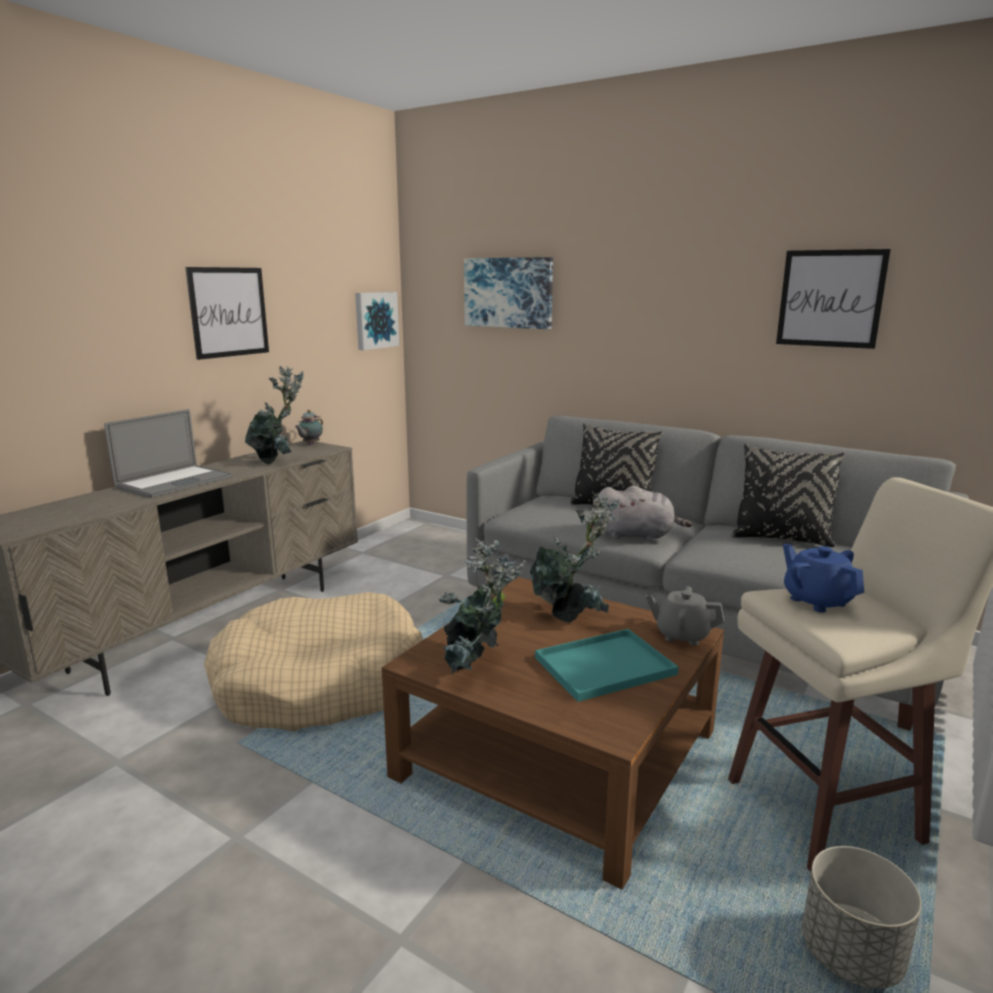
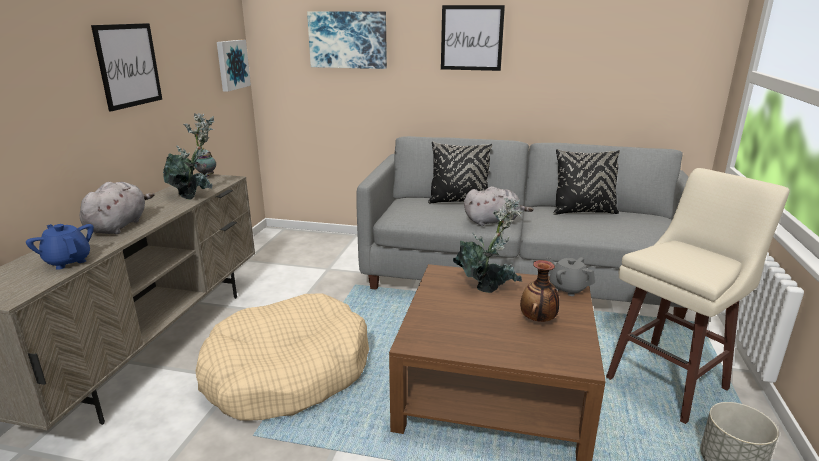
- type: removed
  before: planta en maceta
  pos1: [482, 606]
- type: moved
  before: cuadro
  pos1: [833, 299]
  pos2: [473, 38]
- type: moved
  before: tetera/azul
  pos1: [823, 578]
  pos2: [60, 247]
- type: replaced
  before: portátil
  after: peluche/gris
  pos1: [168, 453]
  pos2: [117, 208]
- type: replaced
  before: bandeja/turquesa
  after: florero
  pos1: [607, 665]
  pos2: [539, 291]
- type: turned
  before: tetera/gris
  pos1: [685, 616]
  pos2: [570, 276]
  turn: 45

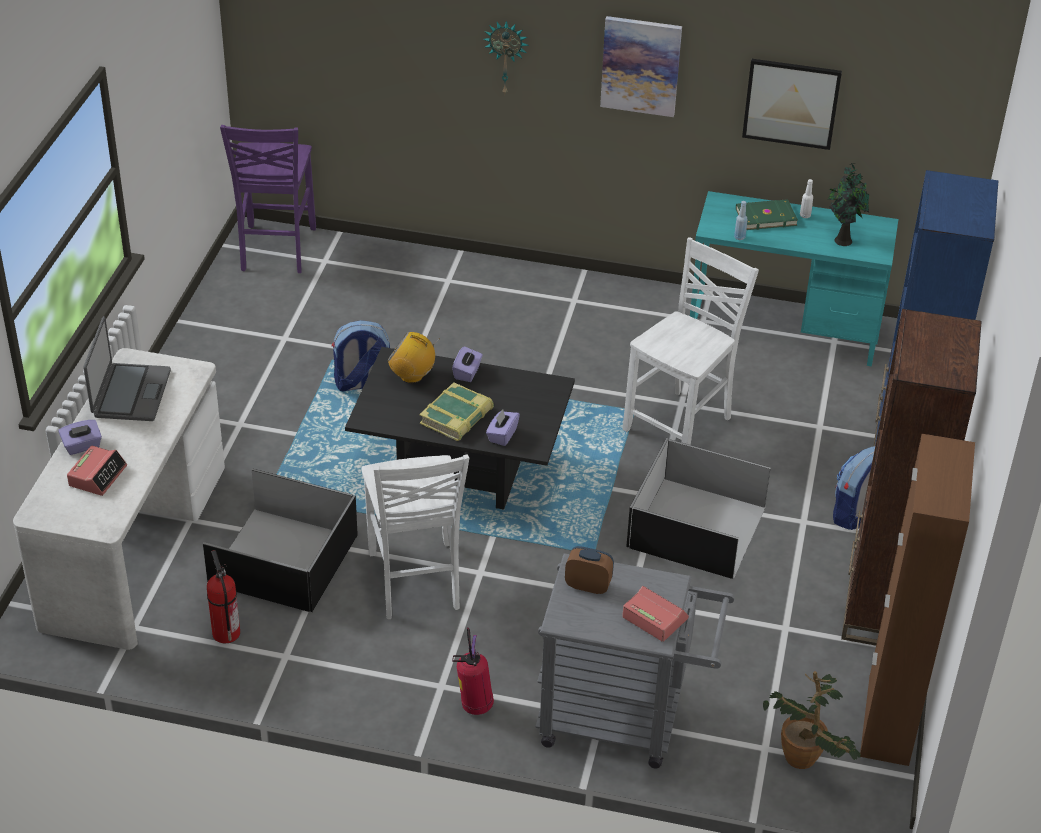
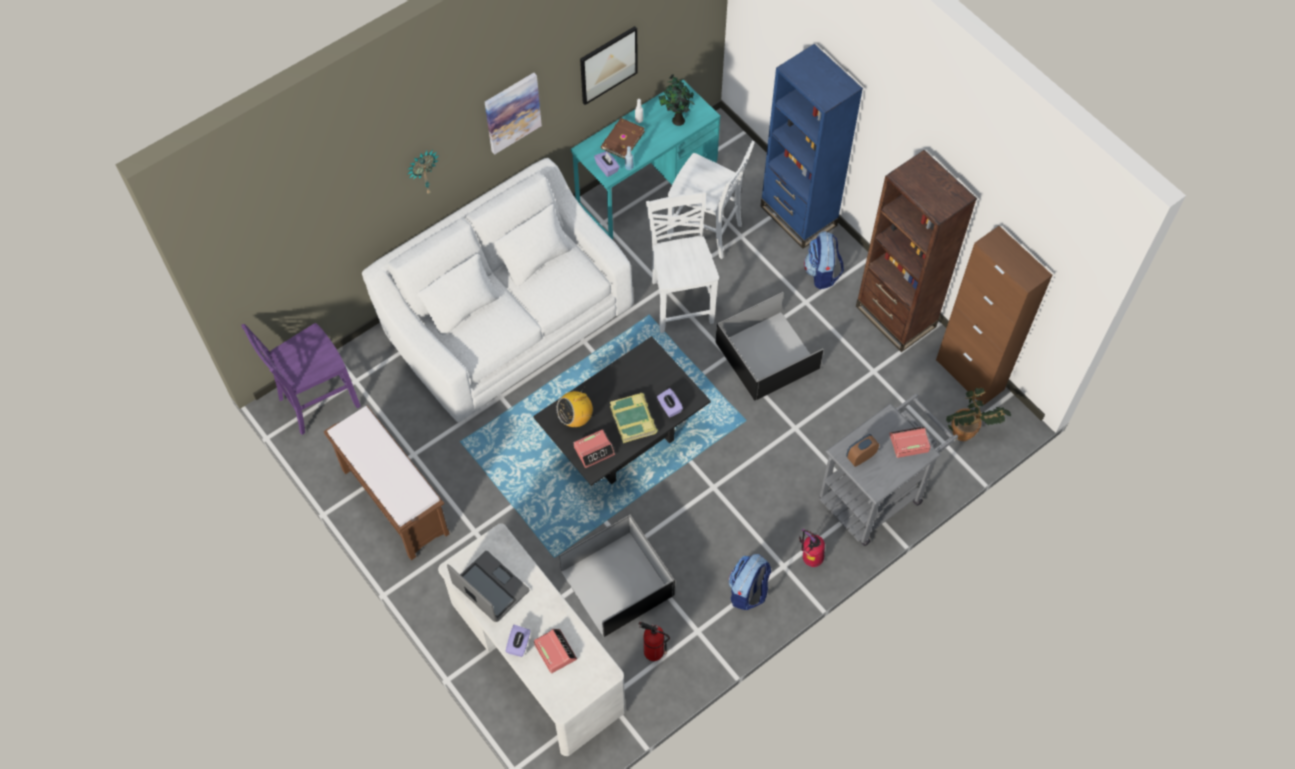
- type: added
  after: banco/marrón
  pos2: [387, 483]
- type: added
  after: sofá/blanco
  pos2: [497, 290]
- type: added
  after: despertador
  pos2: [594, 449]
- type: moved
  before: mochila
  pos1: [361, 355]
  pos2: [749, 582]
- type: moved
  before: silla/blanco
  pos1: [415, 536]
  pos2: [711, 200]
- type: moved
  before: caja de pañuelos/morado
  pos1: [467, 364]
  pos2: [607, 164]
- type: recoloured
  before: libro/verde
  after: libro/marrón
  pos1: [767, 214]
  pos2: [623, 138]
- type: turned
  before: silla/morado
  pos1: [268, 199]
  pos2: [301, 379]
  turn: 105

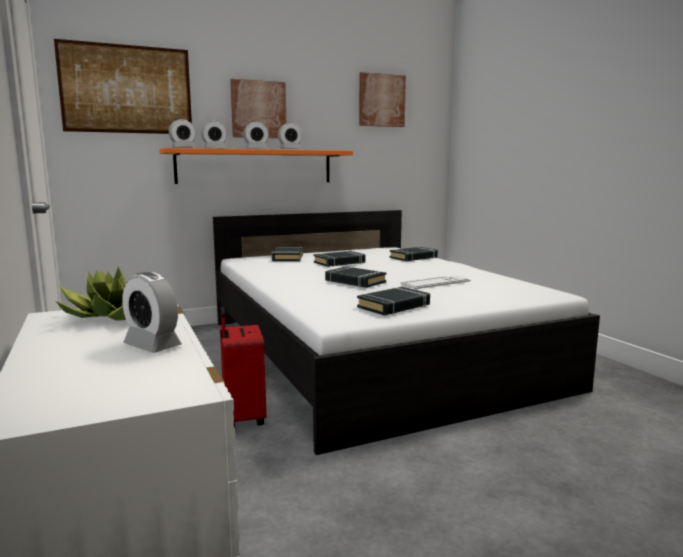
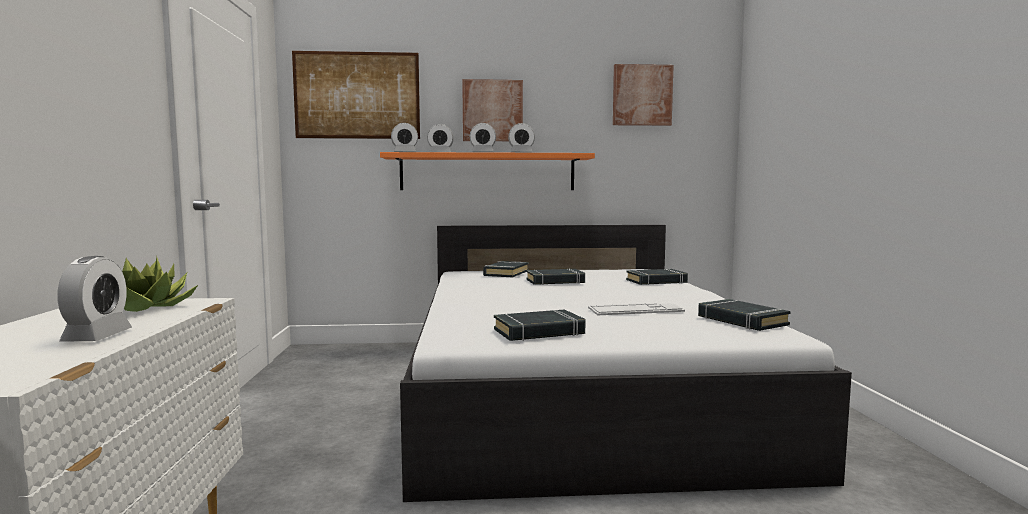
- type: removed
  before: maleta/rojo
  pos1: [243, 367]
- type: moved
  before: libro/negro
  pos1: [355, 277]
  pos2: [744, 315]
- type: turned
  before: despertador
  pos1: [152, 312]
  pos2: [94, 299]
  turn: -150

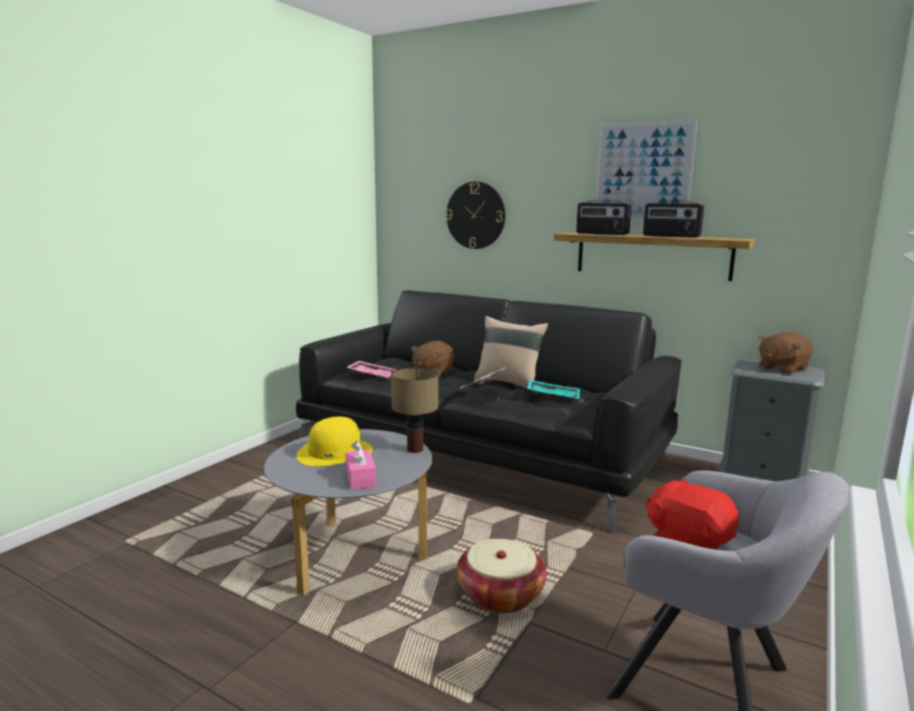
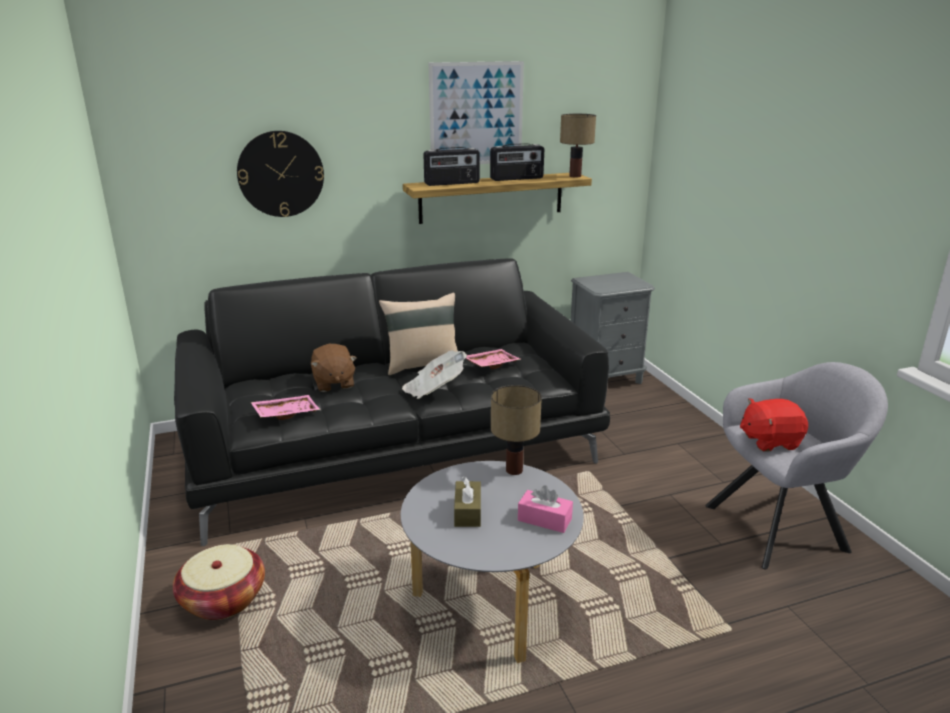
- type: removed
  before: peluche/marrón
  pos1: [785, 353]
- type: added
  after: lámpara de mesa
  pos2: [578, 146]
- type: moved
  before: cesta
  pos1: [501, 576]
  pos2: [219, 582]
- type: replaced
  before: sombrero/amarillo
  after: caja de pañuelos/marrón
  pos1: [334, 441]
  pos2: [467, 502]
- type: recoloured
  before: bandeja/turquesa
  after: bandeja/rosa
  pos1: [553, 390]
  pos2: [493, 359]

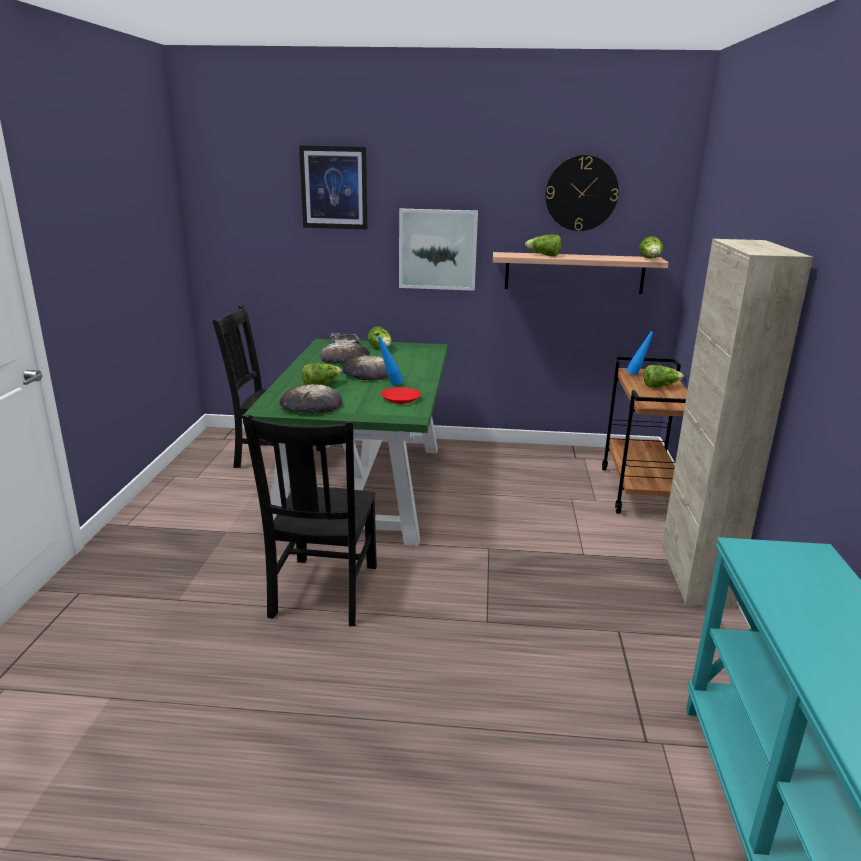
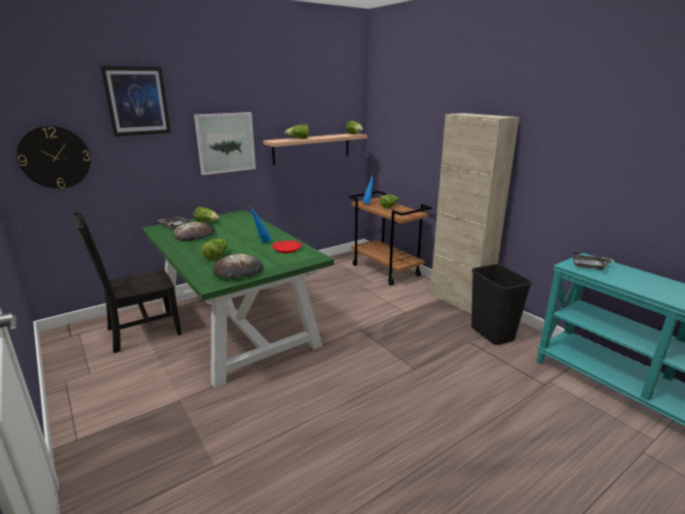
- type: removed
  before: silla/negro
  pos1: [309, 520]
- type: removed
  before: pan
  pos1: [365, 367]
- type: added
  after: papelera/negro
  pos2: [501, 304]
- type: added
  after: bandeja/gris
  pos2: [593, 260]
- type: moved
  before: reloj de pared
  pos1: [582, 193]
  pos2: [54, 157]

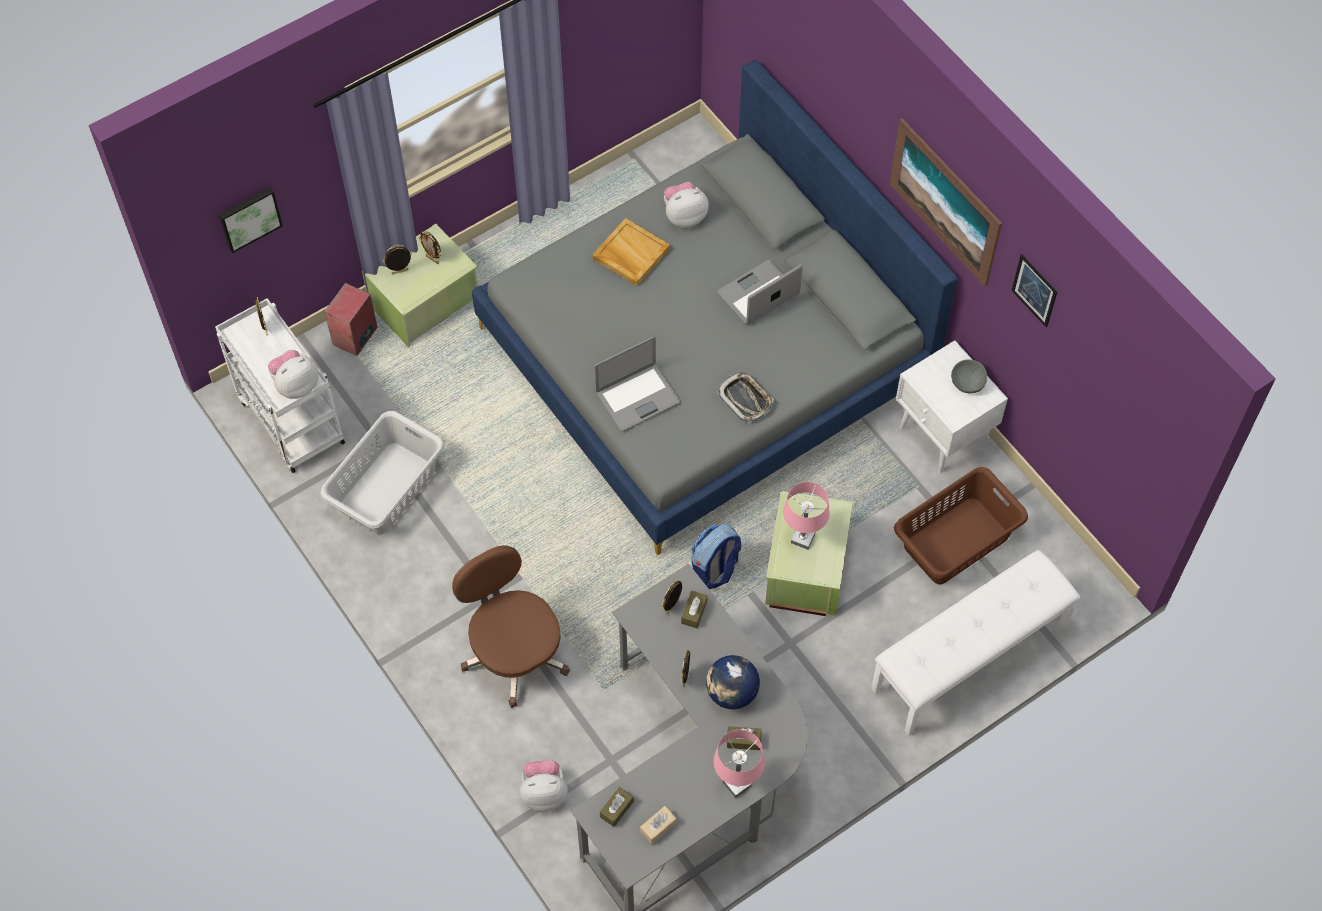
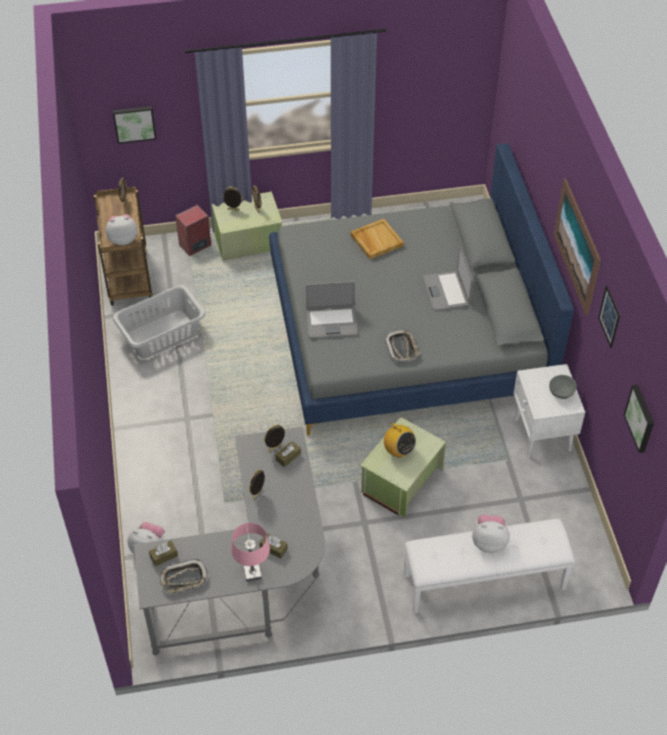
- type: removed
  before: silla de oficina/marrón
  pos1: [511, 626]
- type: removed
  before: mochila
  pos1: [716, 556]
- type: removed
  before: globo terráqueo
  pos1: [733, 682]
- type: removed
  before: cesto de la ropa/marrón
  pos1: [961, 525]
- type: added
  after: cuadro
  pos2: [639, 419]
- type: moved
  before: peluche
  pos1: [686, 205]
  pos2: [491, 533]
- type: replaced
  before: caja de pañuelos/beis
  after: bandeja
  pos1: [658, 825]
  pos2: [184, 576]
- type: replaced
  before: lámpara de mesa/rosa
  after: radio
  pos1: [806, 516]
  pos2: [399, 440]
- type: recoloured
  before: carrito/blanco
  after: carrito/marrón
  pos1: [280, 385]
  pos2: [123, 246]
- type: turned
  before: portátil
  pos1: [760, 292]
  pos2: [448, 278]
  turn: -90

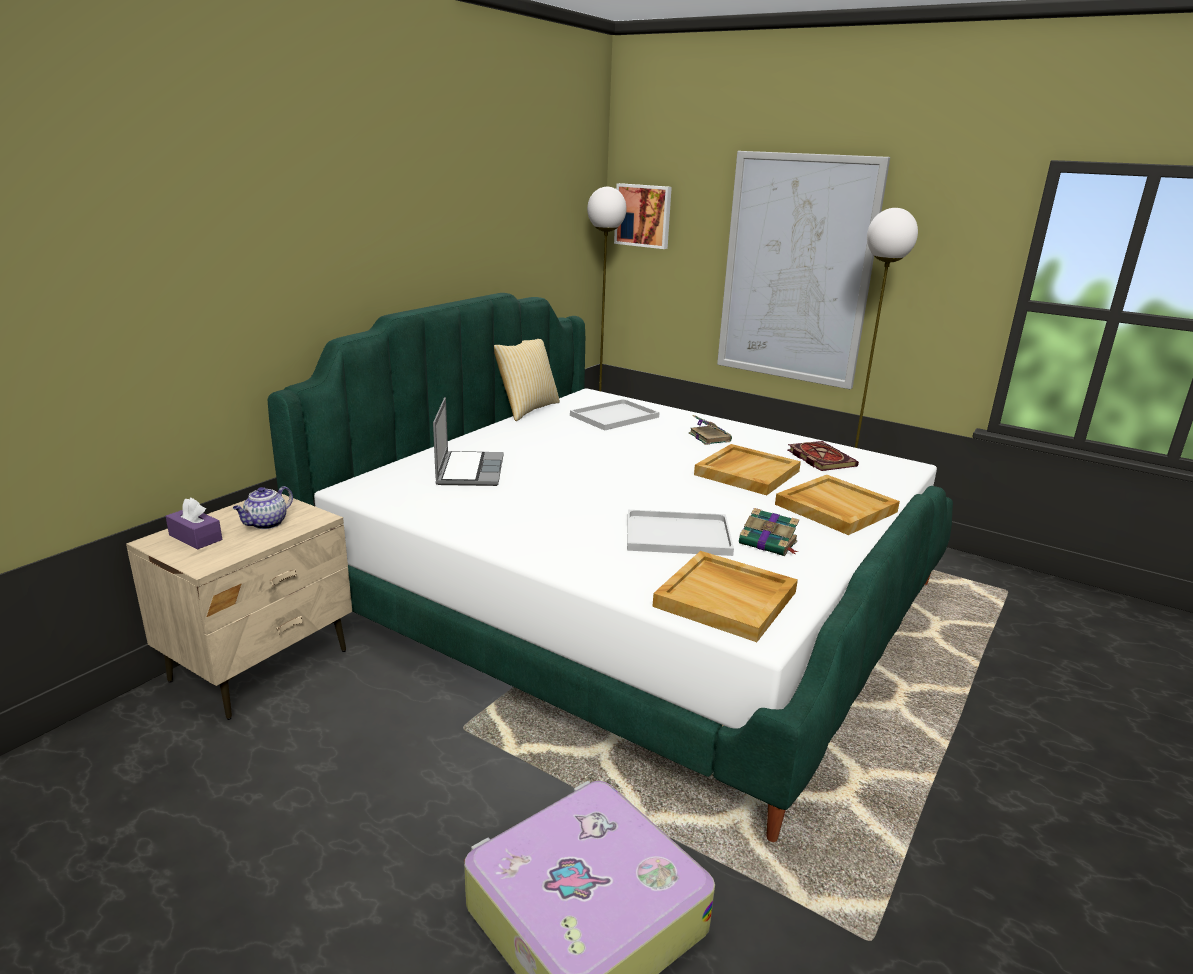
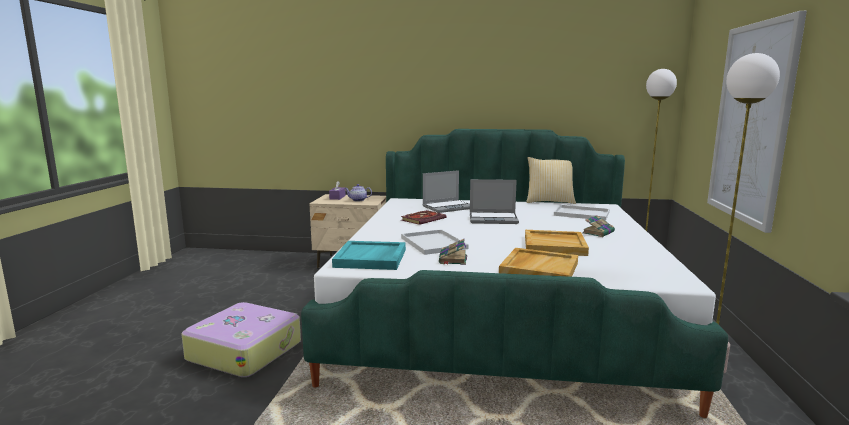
- type: removed
  before: cuadro
  pos1: [643, 216]
- type: added
  after: portátil
  pos2: [494, 201]
- type: moved
  before: libro
  pos1: [823, 456]
  pos2: [424, 217]
- type: recoloured
  before: bandeja/beis
  after: bandeja/turquesa
  pos1: [725, 596]
  pos2: [369, 255]

